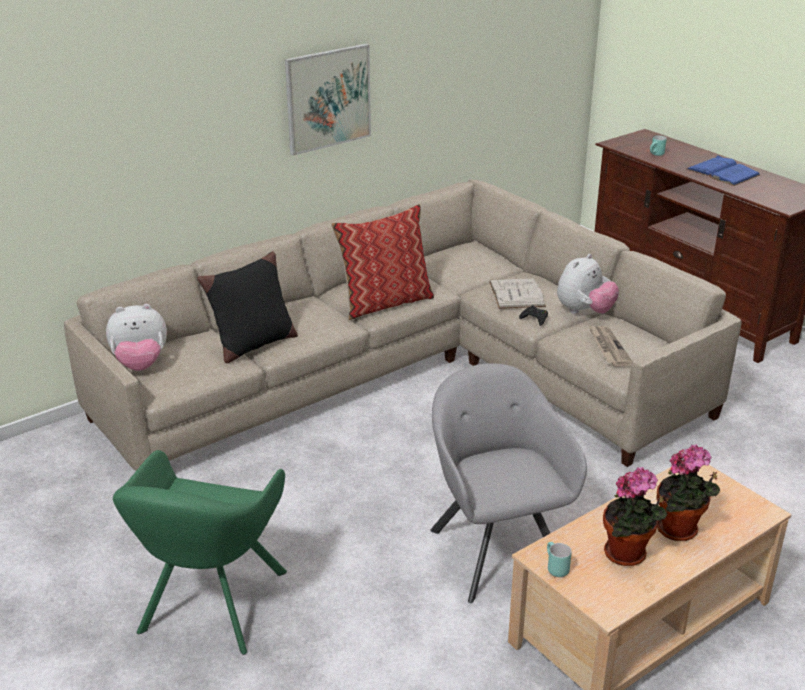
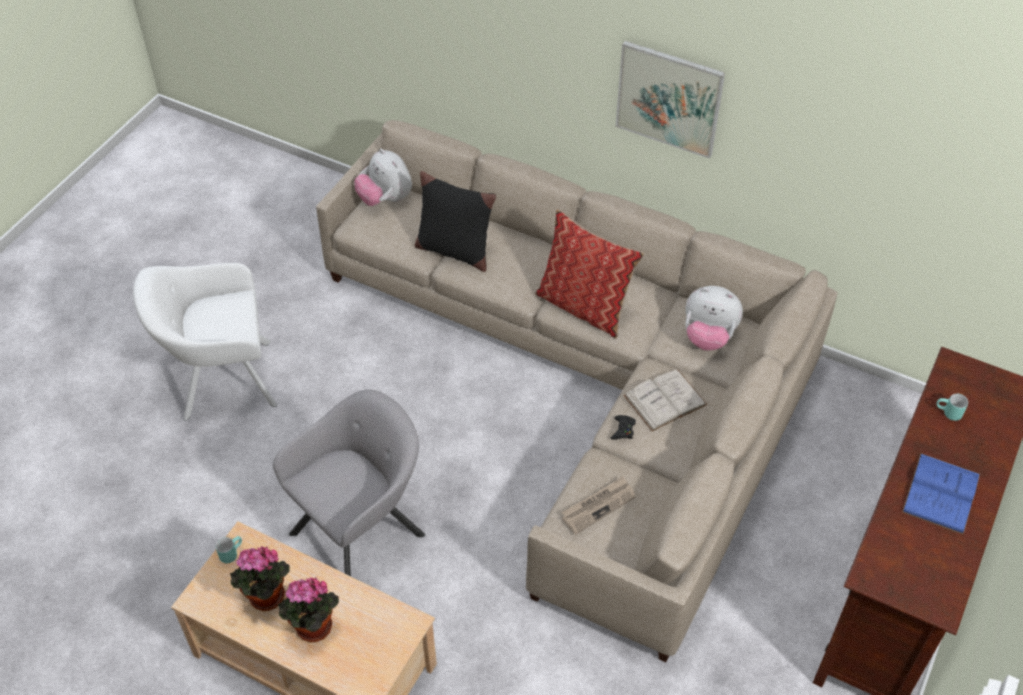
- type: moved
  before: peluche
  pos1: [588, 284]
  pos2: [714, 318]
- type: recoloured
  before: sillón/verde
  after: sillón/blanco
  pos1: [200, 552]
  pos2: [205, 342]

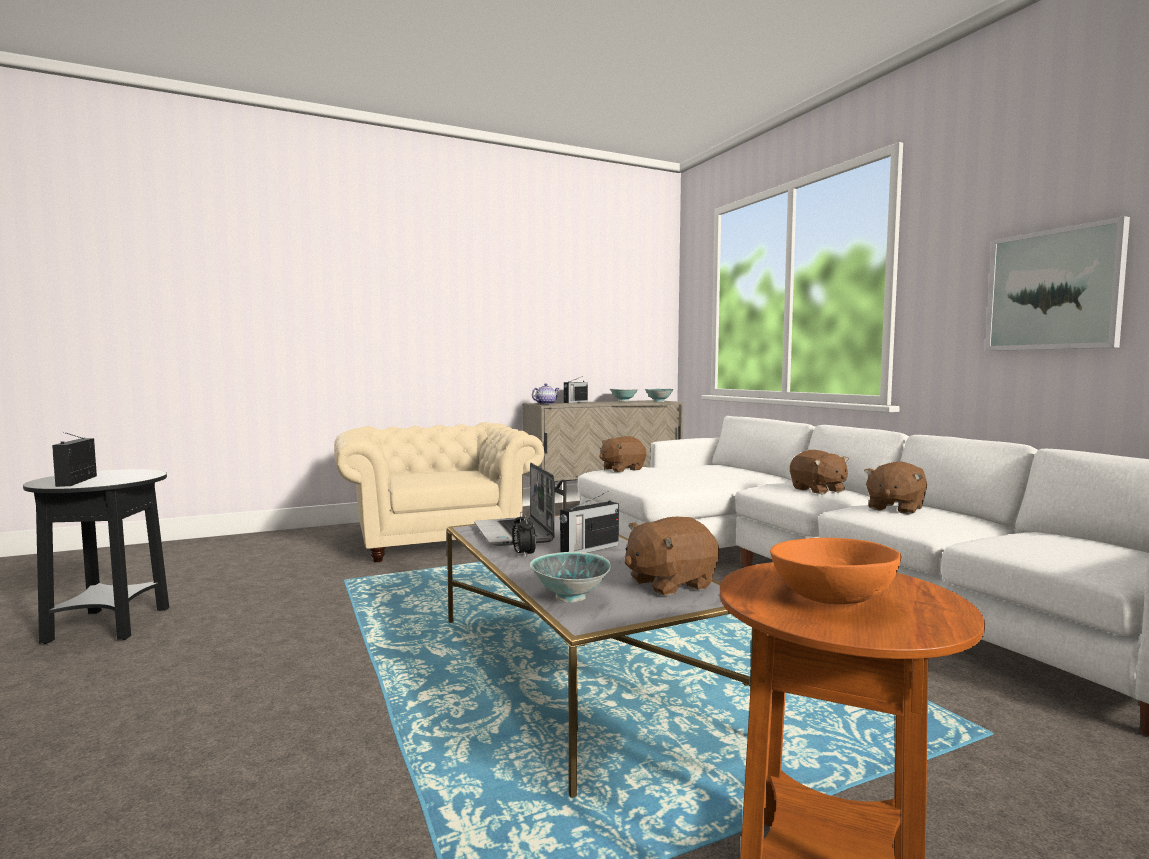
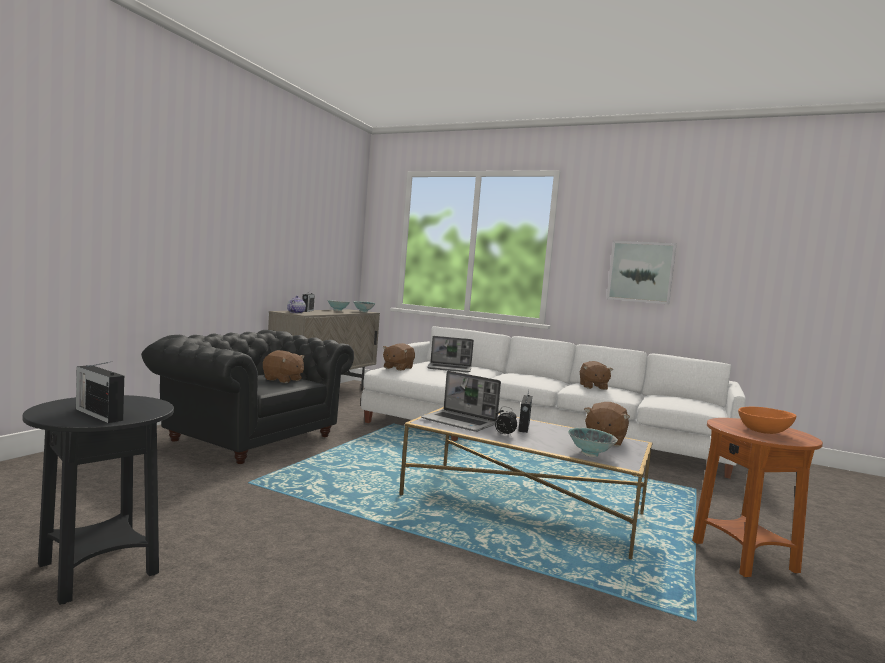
- type: added
  after: portátil
  pos2: [450, 354]
- type: moved
  before: peluche/marrón
  pos1: [819, 472]
  pos2: [284, 366]
- type: recoloured
  before: sillón/beis
  after: sillón/negro
  pos1: [439, 492]
  pos2: [247, 397]

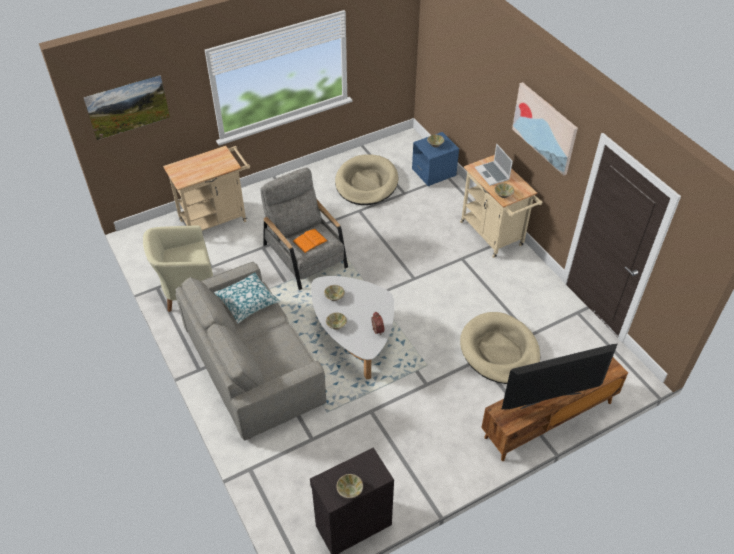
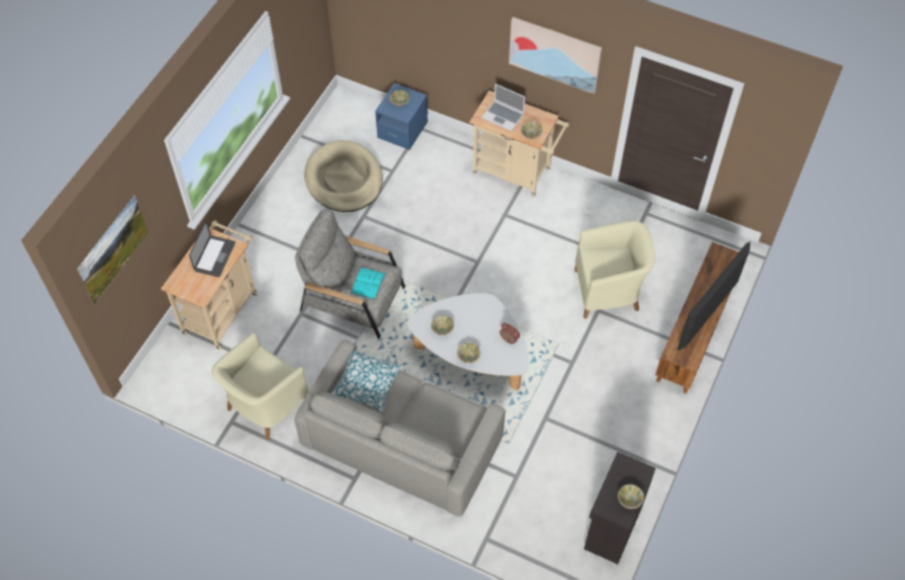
- type: added
  after: portátil
  pos2: [212, 248]
- type: replaced
  before: cama para perro/beis
  after: sillón/beis
  pos1: [500, 348]
  pos2: [615, 270]
- type: recoloured
  before: libro/naranja
  after: libro/turquesa
  pos1: [310, 241]
  pos2: [368, 283]

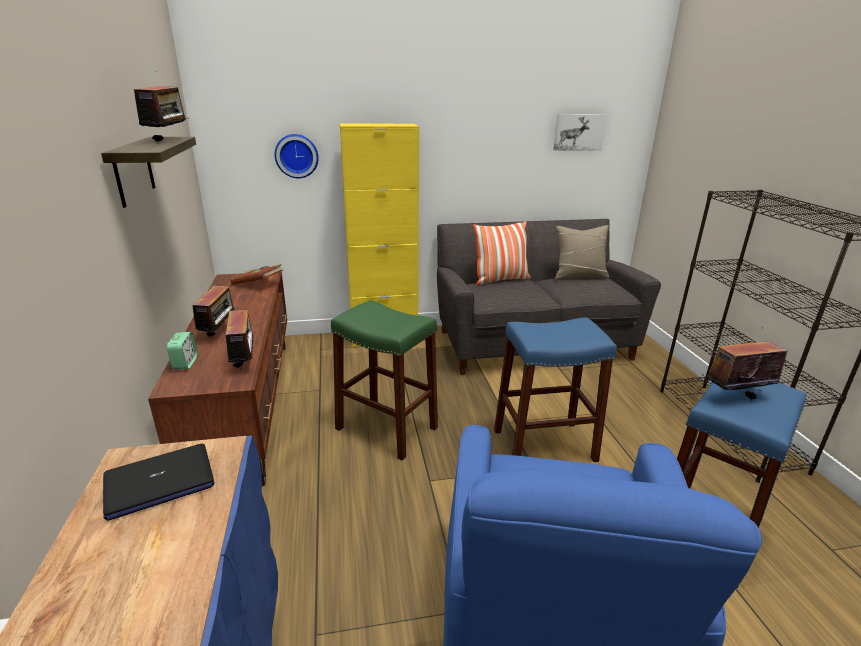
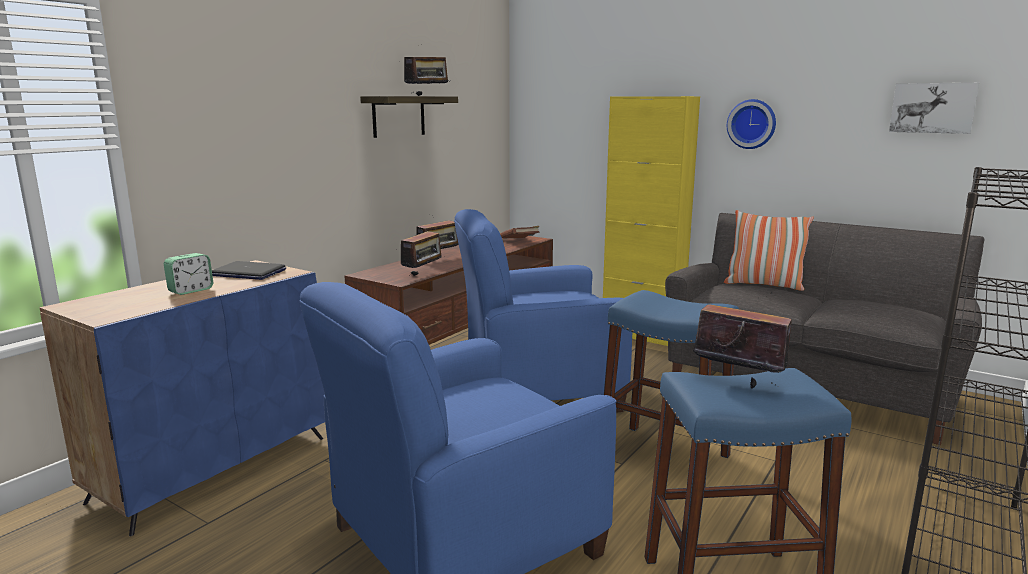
- type: removed
  before: cojín/beis
  pos1: [582, 252]
- type: moved
  before: despertador
  pos1: [182, 351]
  pos2: [188, 274]
- type: moved
  before: reloj de pared
  pos1: [296, 156]
  pos2: [751, 124]
- type: replaced
  before: taburete/verde
  after: sillón/azul
  pos1: [384, 380]
  pos2: [543, 311]

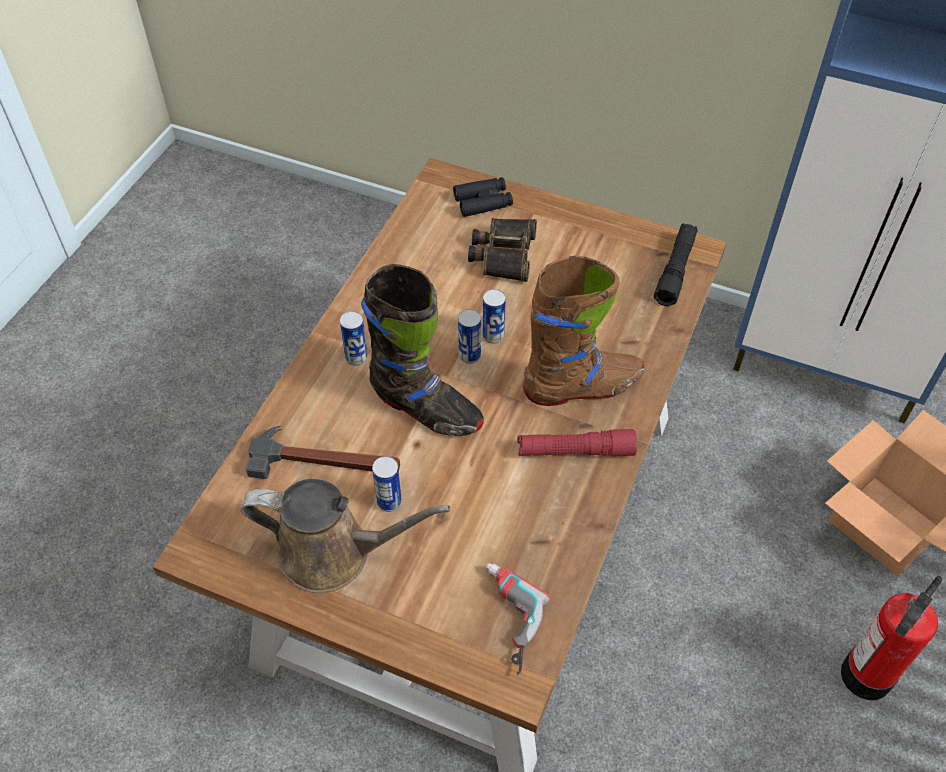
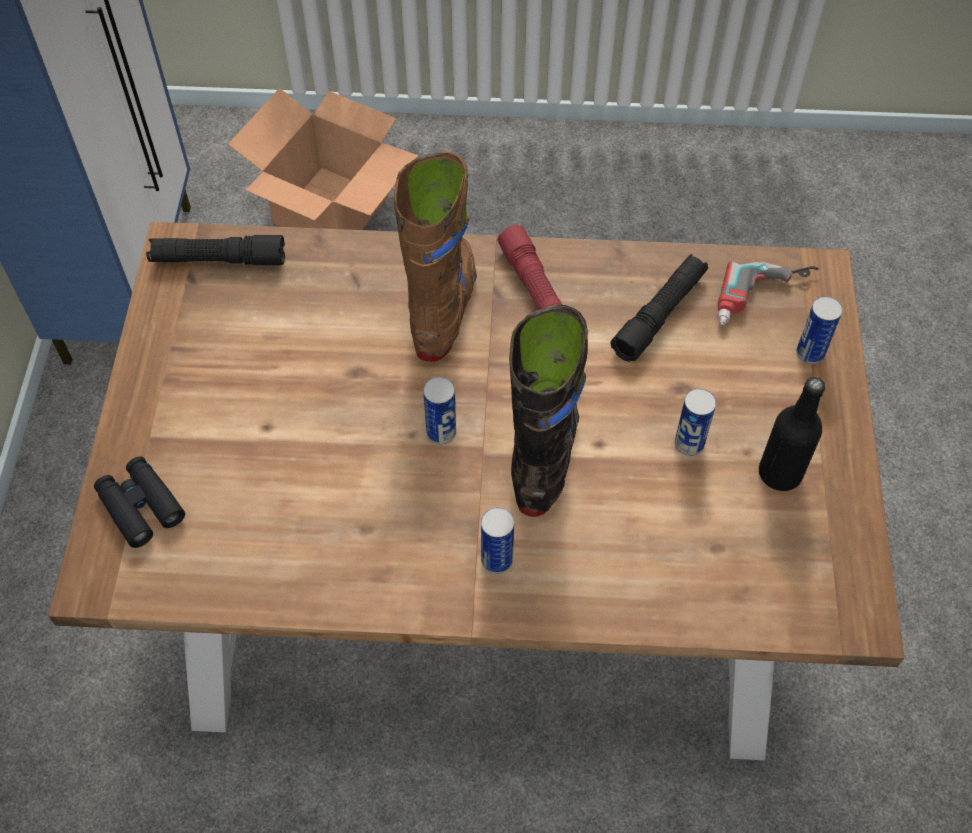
- type: removed
  before: martillo
  pos1: [322, 452]
- type: removed
  before: prismáticos
  pos1: [502, 250]
- type: removed
  before: extintor
  pos1: [891, 638]
- type: added
  after: linterna/negro
  pos2: [659, 308]
- type: moved
  before: lata
  pos1: [494, 316]
  pos2: [820, 330]
- type: replaced
  before: regadera/marrón
  after: botella/negro
  pos1: [345, 536]
  pos2: [792, 434]
- type: turned
  before: bota/marrón
  pos1: [583, 330]
  pos2: [435, 256]
  turn: 45

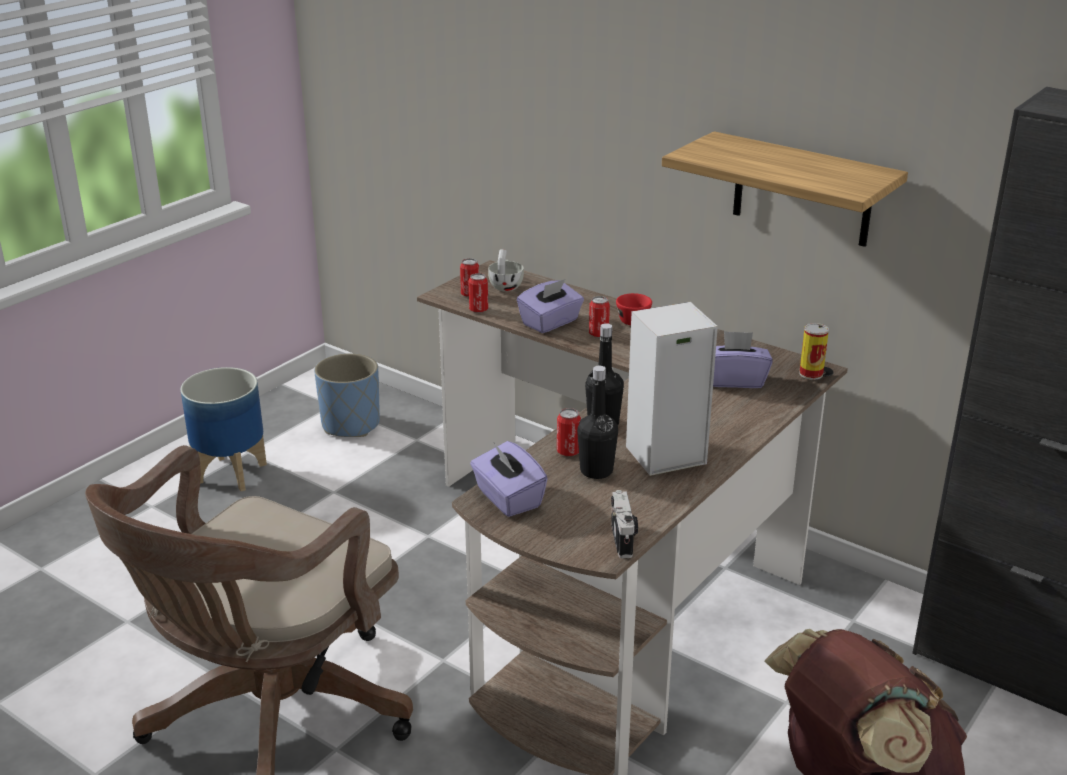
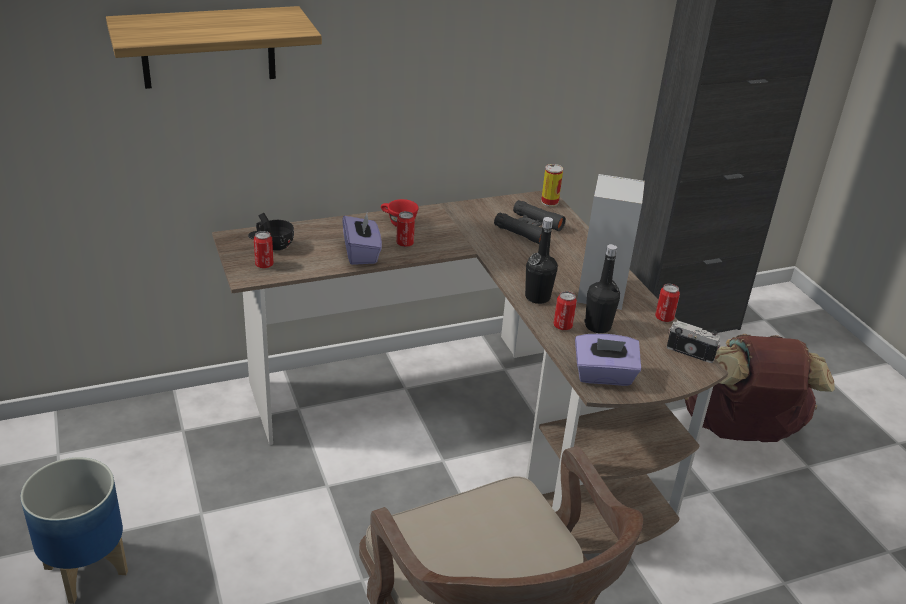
- type: removed
  before: maceta/azul
  pos1: [347, 395]
- type: moved
  before: lata
  pos1: [478, 293]
  pos2: [667, 303]
- type: moved
  before: estante
  pos1: [785, 189]
  pos2: [214, 47]
- type: replaced
  before: caja de pañuelos/morado
  after: prismáticos/negro
  pos1: [743, 359]
  pos2: [530, 222]
- type: recoloured
  before: taza/blanco
  after: taza/negro
  pos1: [506, 270]
  pos2: [275, 231]

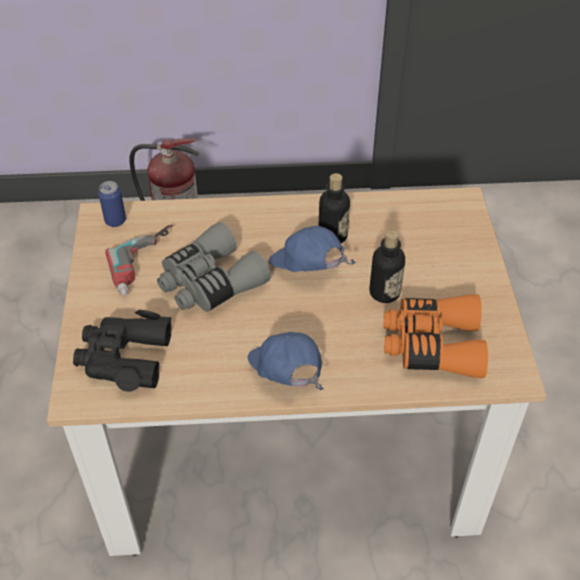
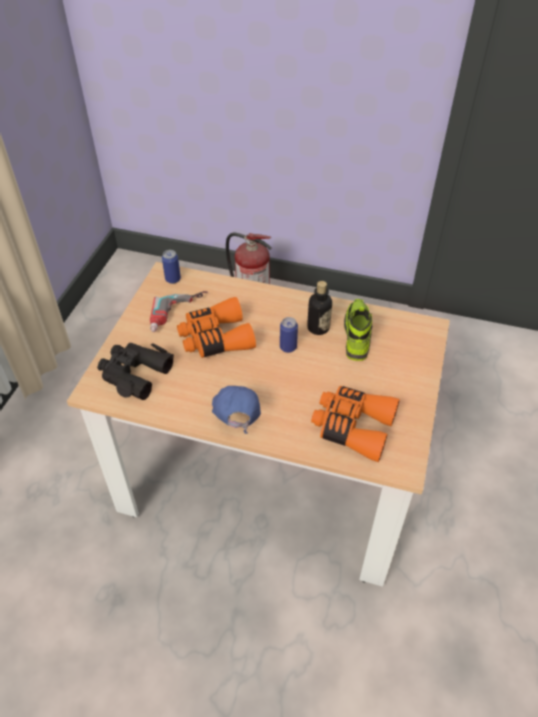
- type: removed
  before: botella
  pos1: [387, 266]
- type: added
  after: zapato
  pos2: [358, 330]
- type: replaced
  before: gorra/azul
  after: lata
  pos1: [312, 249]
  pos2: [289, 335]
- type: recoloured
  before: prismáticos/gris
  after: prismáticos/naranja
  pos1: [214, 267]
  pos2: [216, 327]

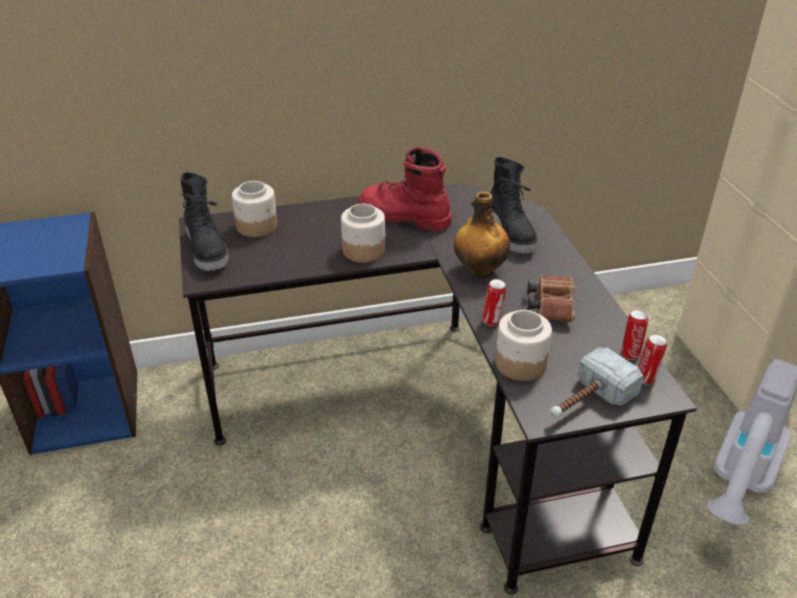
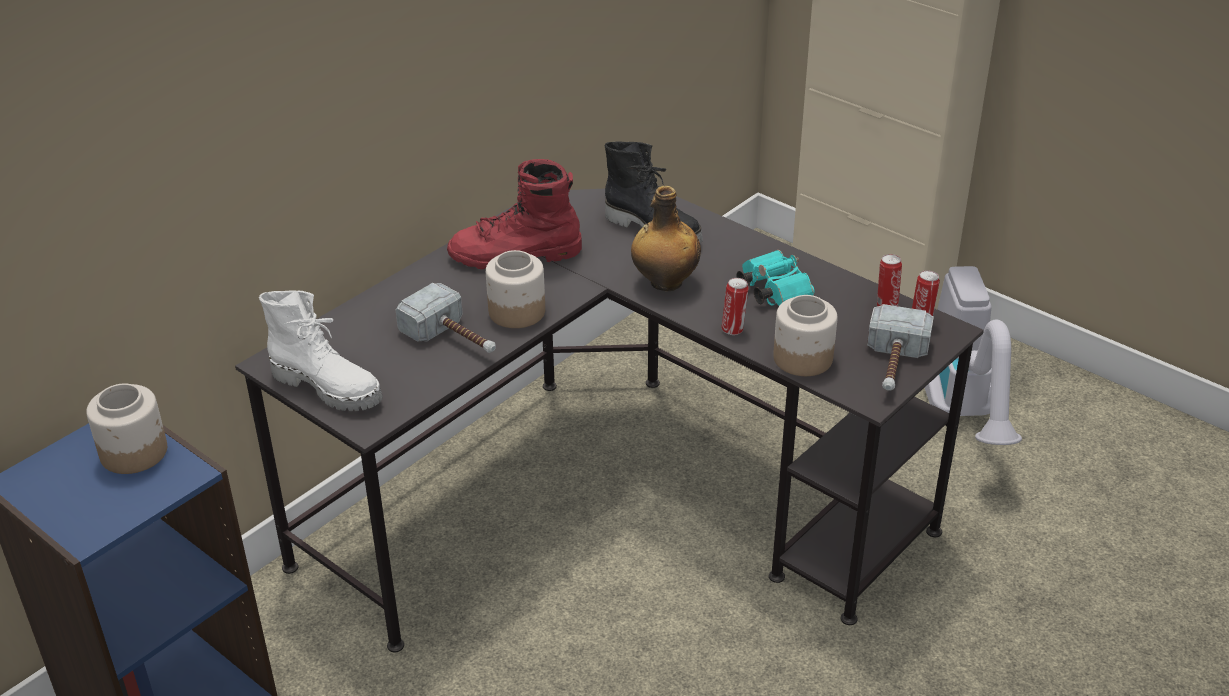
- type: added
  after: martillo
  pos2: [446, 318]
- type: moved
  before: tarro
  pos1: [254, 209]
  pos2: [126, 429]
- type: recoloured
  before: bota/negro
  after: bota/blanco
  pos1: [204, 221]
  pos2: [321, 350]
- type: recoloured
  before: prismáticos/marrón
  after: prismáticos/turquesa
  pos1: [552, 298]
  pos2: [775, 278]

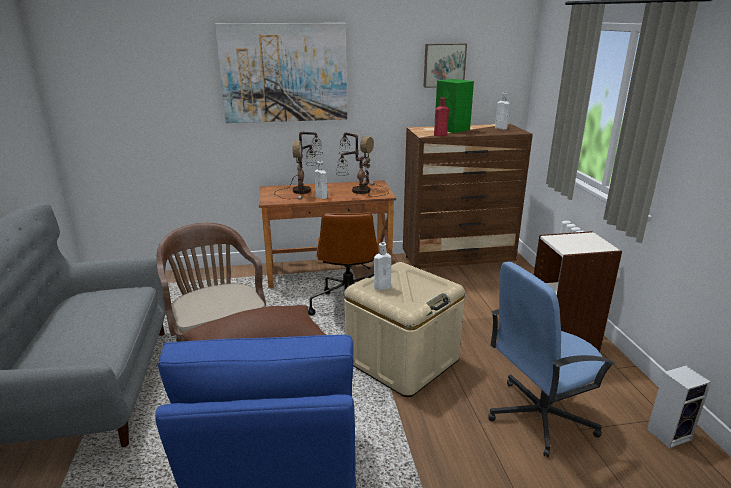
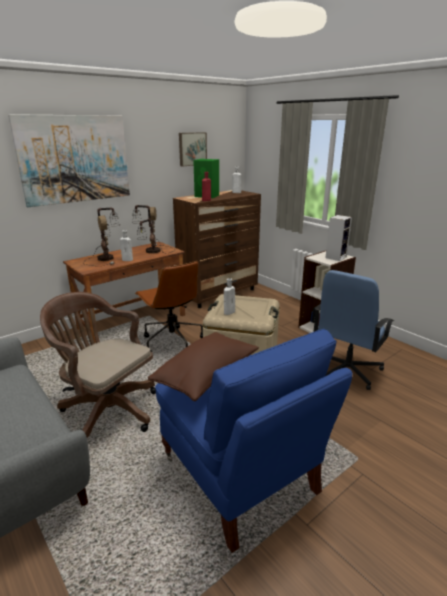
- type: moved
  before: altavoz
  pos1: [679, 406]
  pos2: [338, 238]

